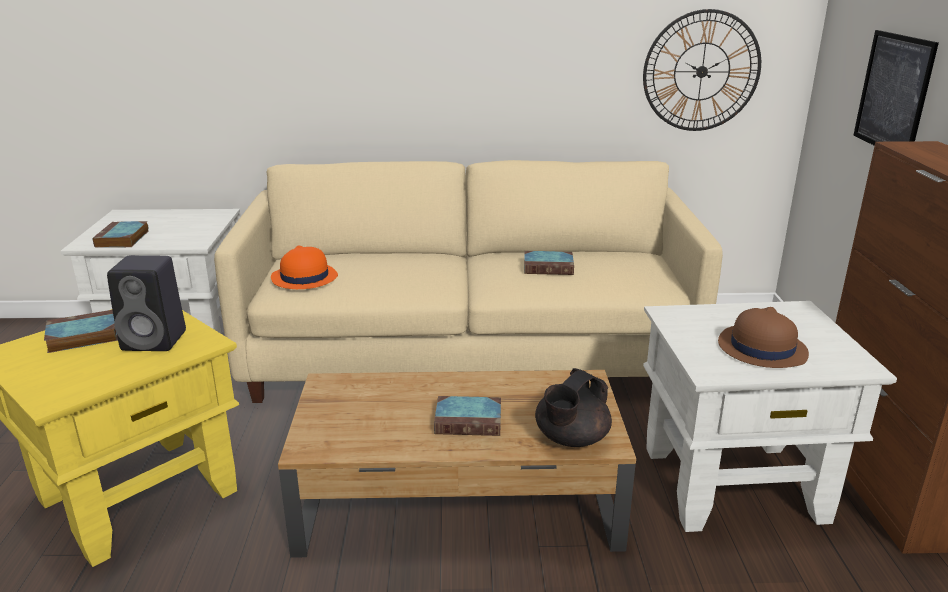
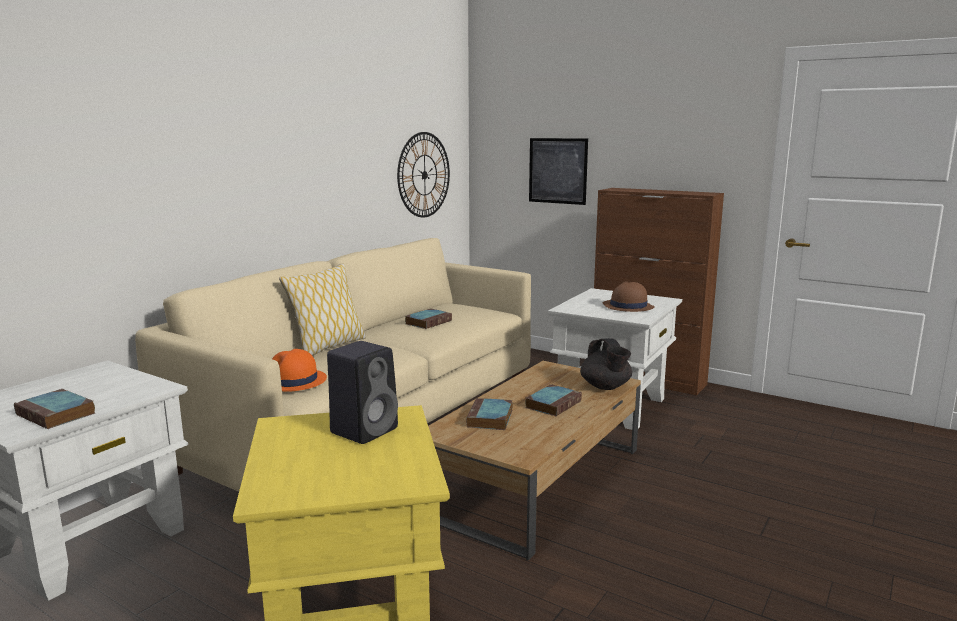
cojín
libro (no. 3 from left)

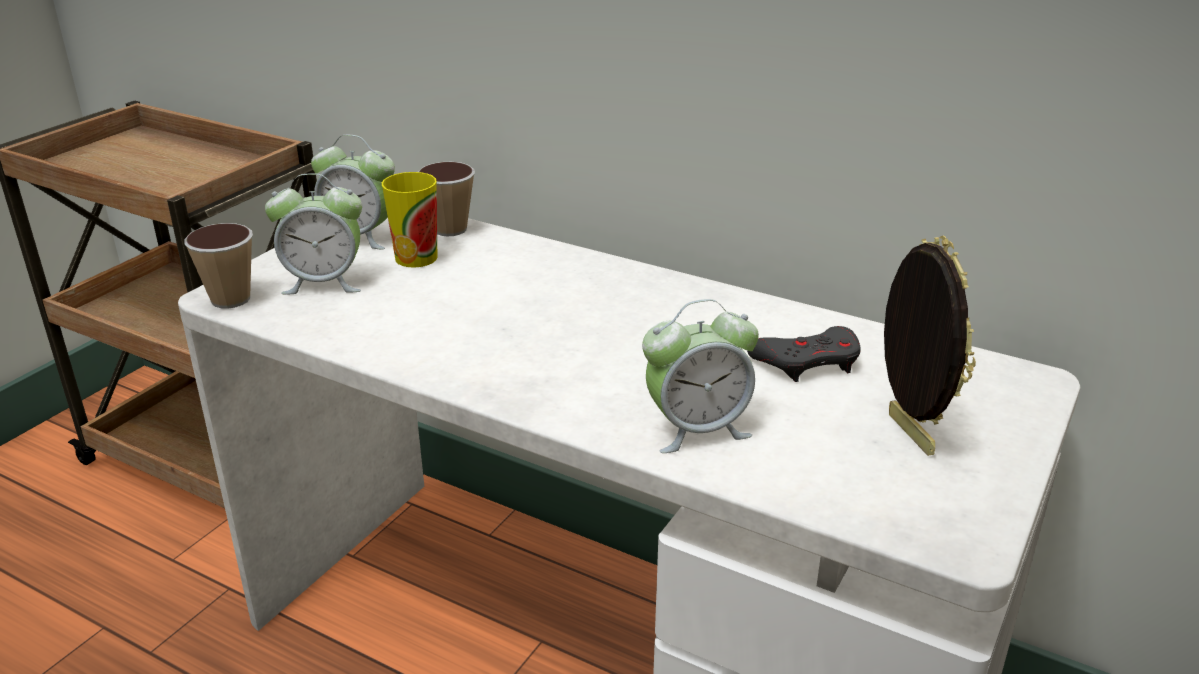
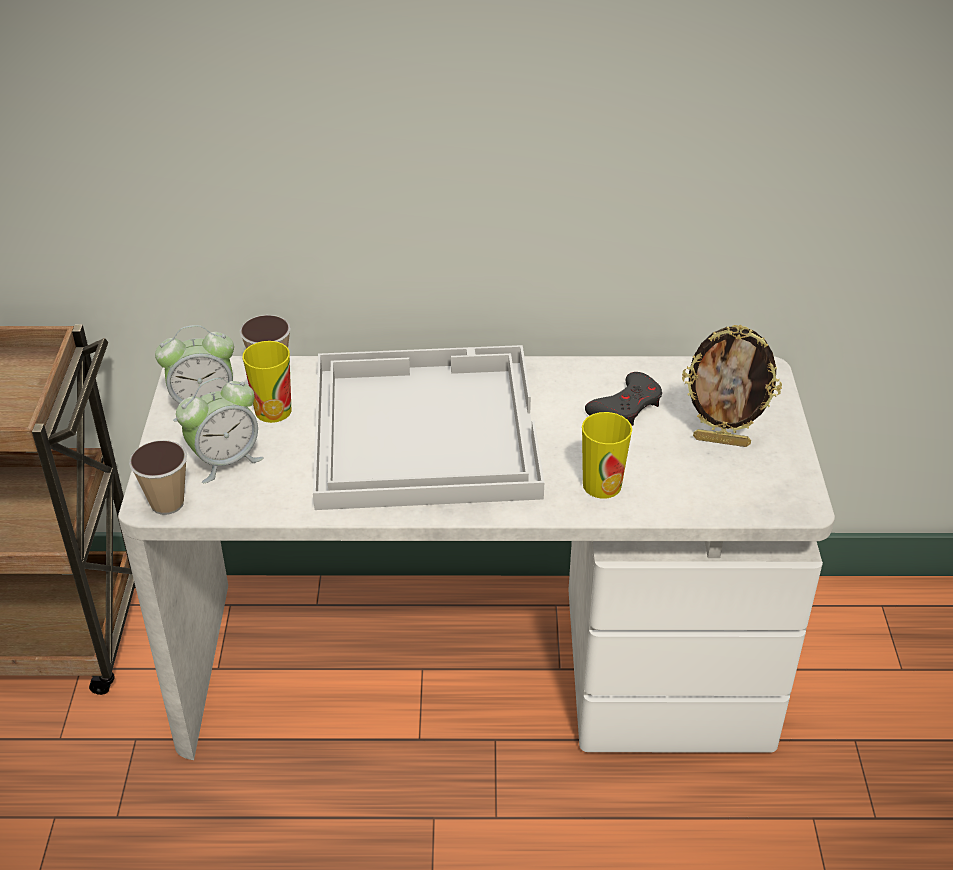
bandeja (blanco)
taza (no. 4 from left)
portarretratos

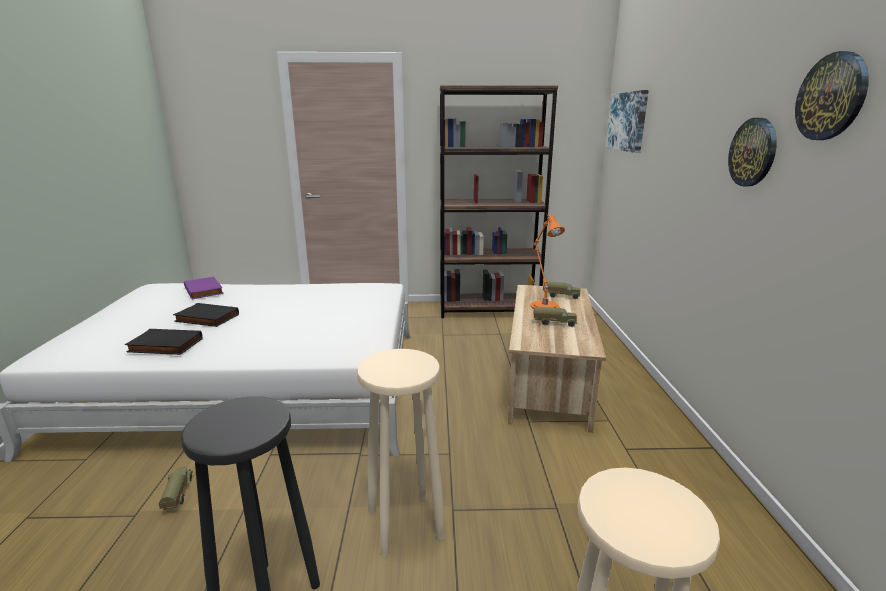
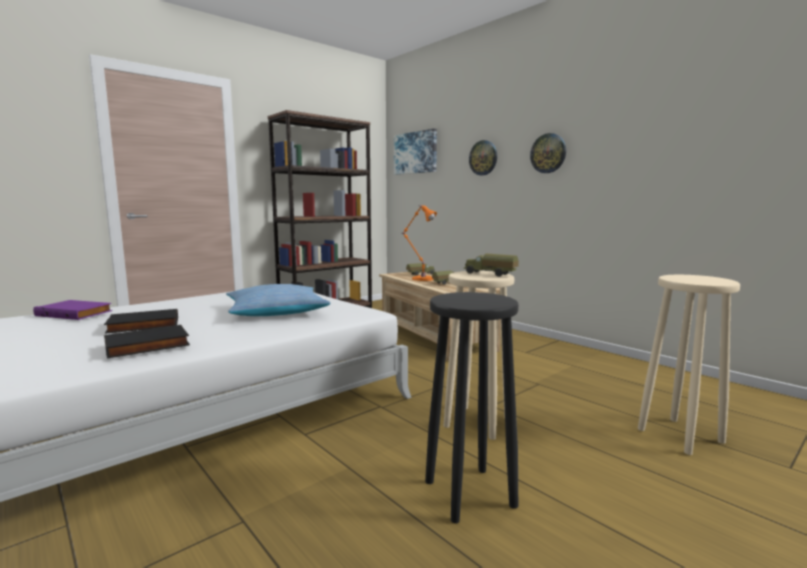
cojín
camión de juguete (no. 3 from left)
reloj de pared (no. 1 from left)

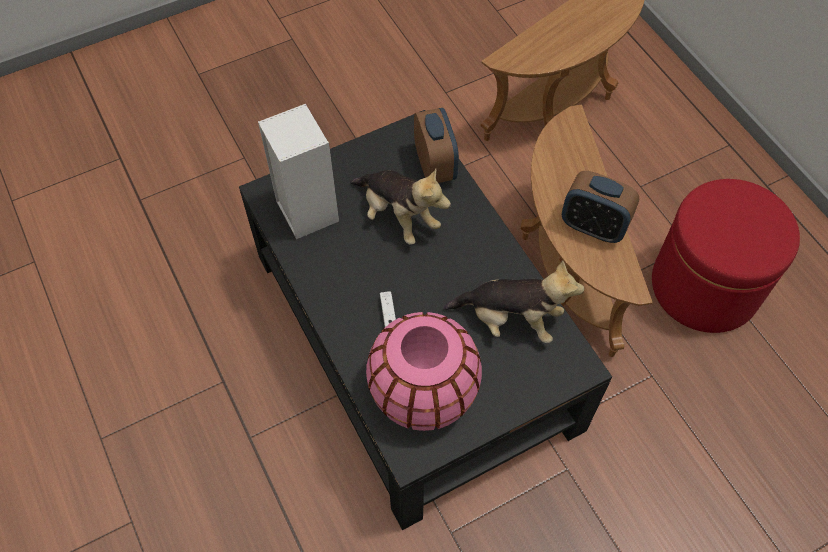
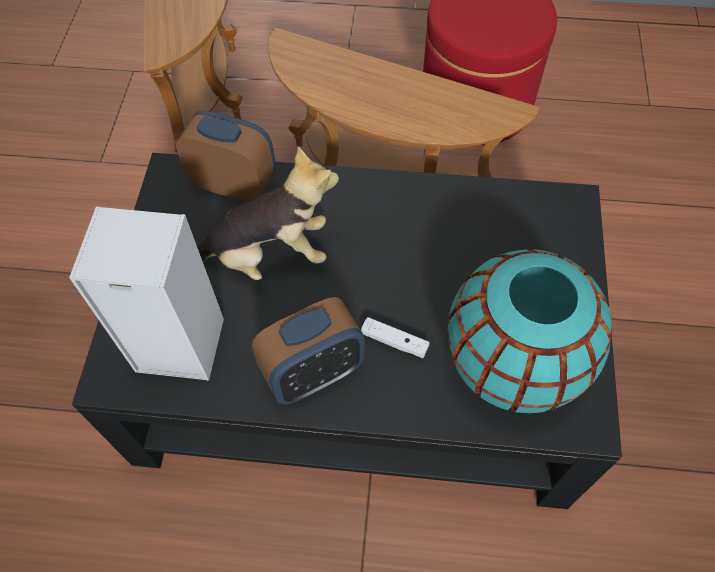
peluche (no. 2 from left in the first image)
despertador (no. 2 from left)
florero (turquesa)

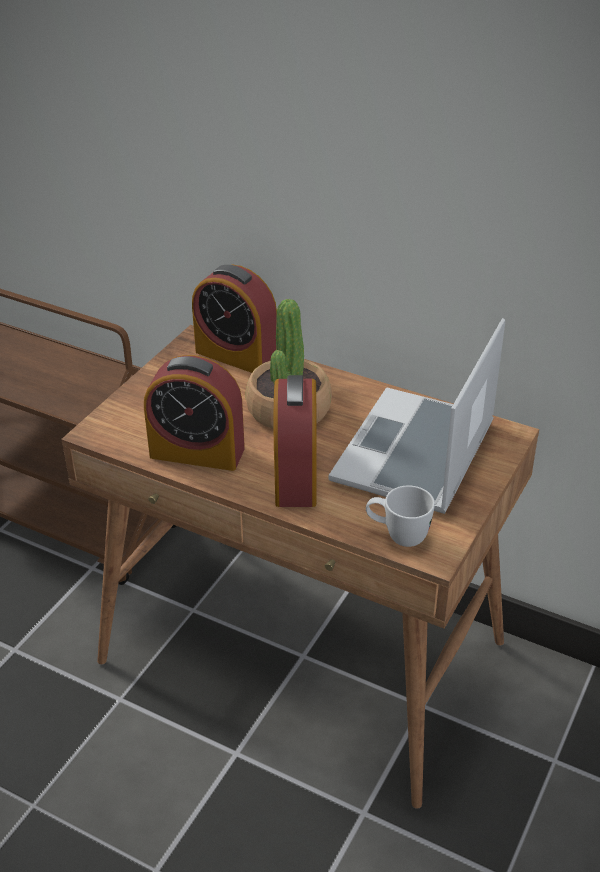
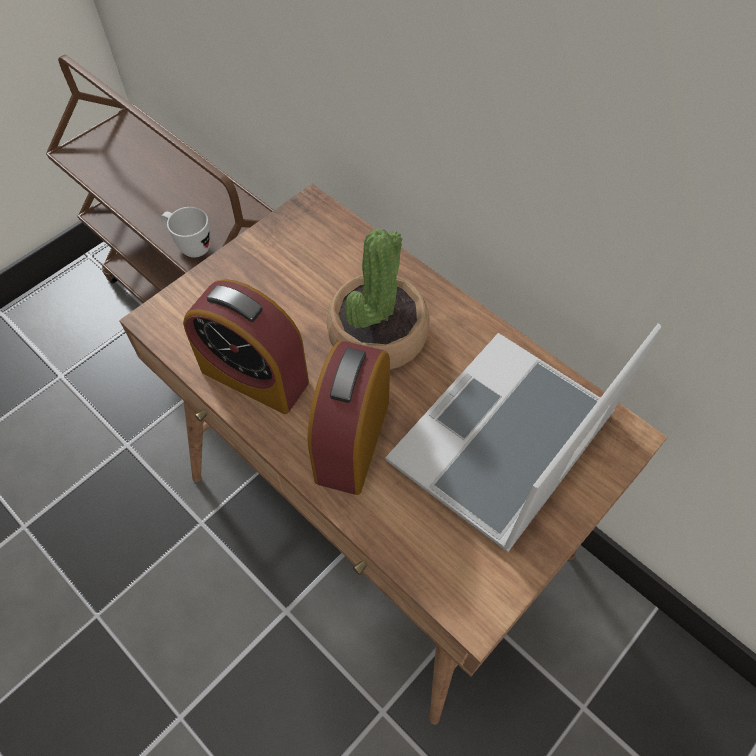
despertador (no. 2 from left in the first image)
taza grande (blanco)

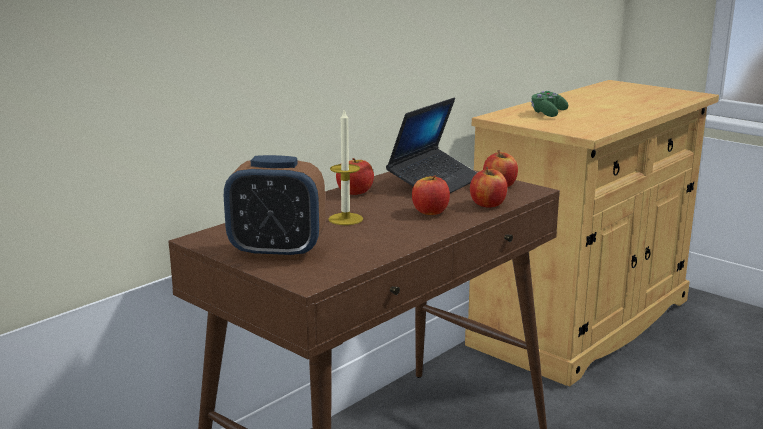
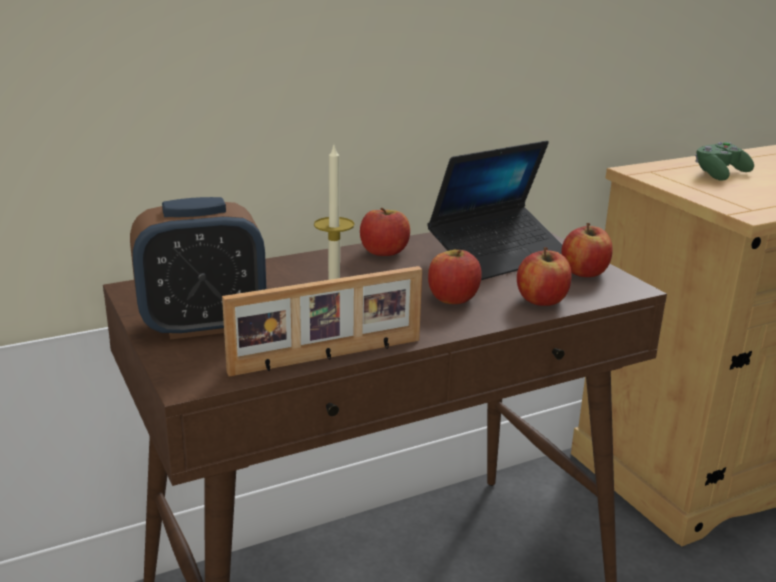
portarretratos
despertador

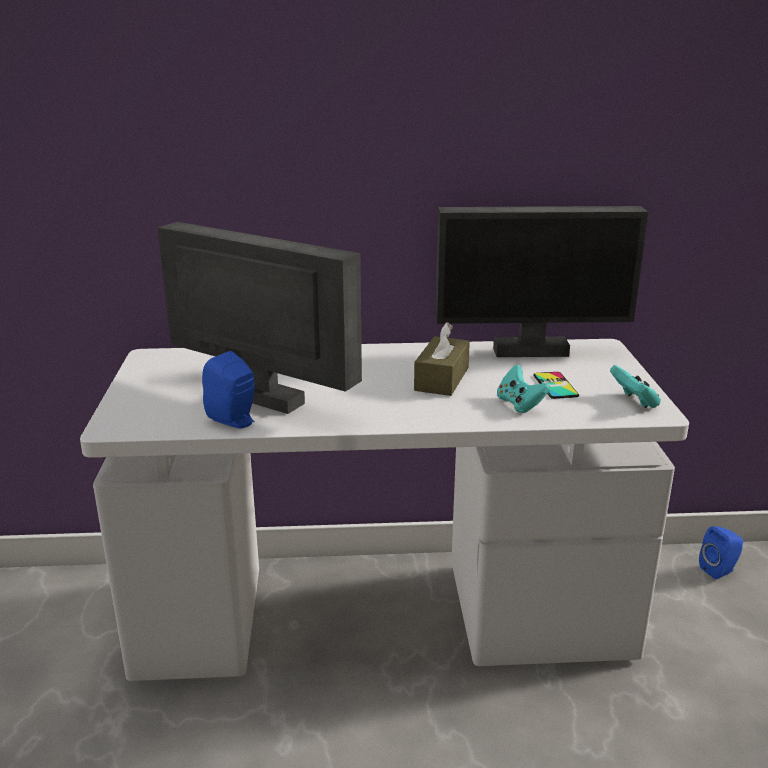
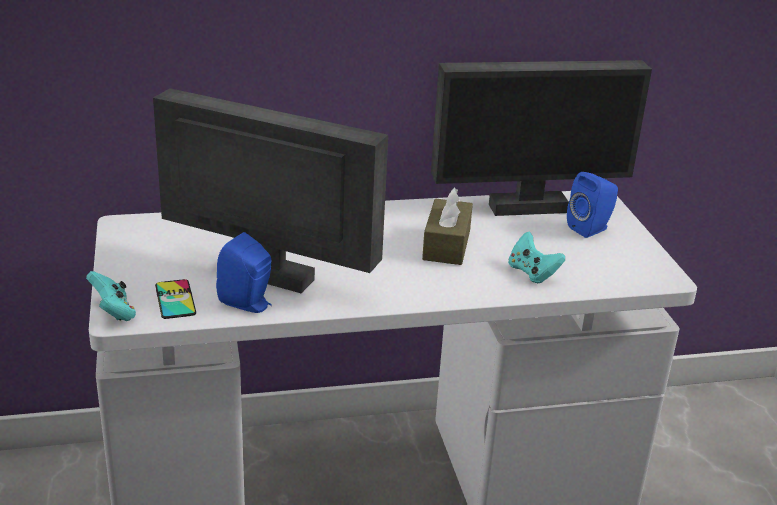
móvil
mando de consola (turquesa) (no. 1 from left)
altavoz (azul) (no. 2 from left)

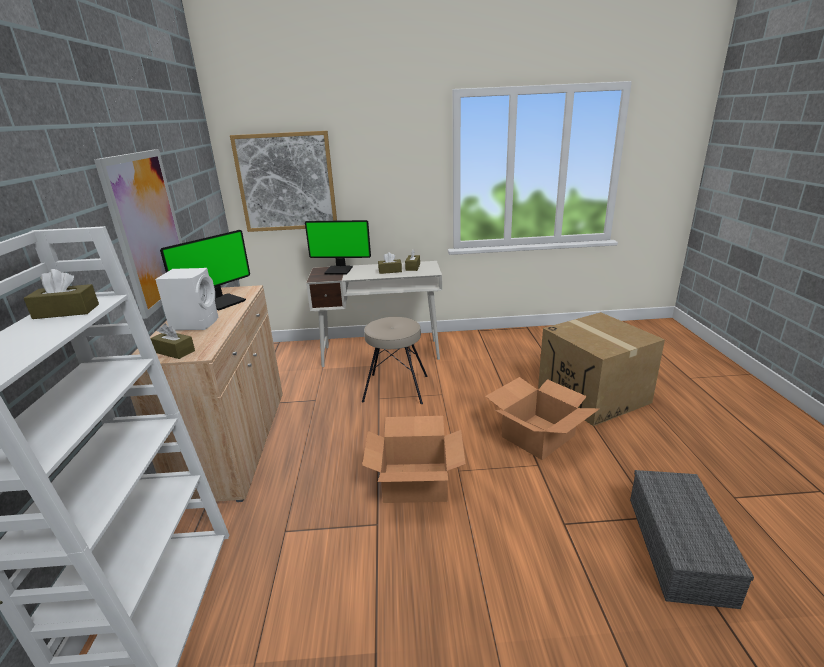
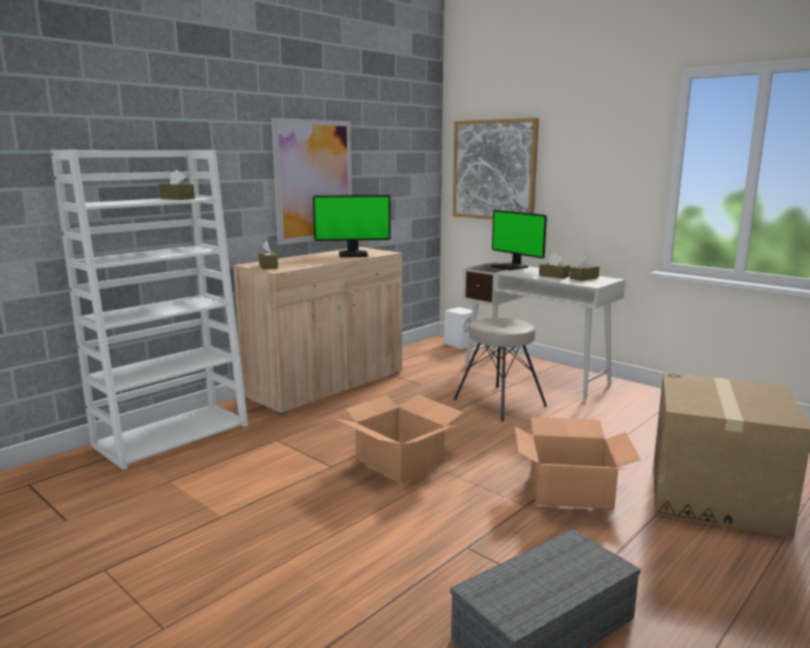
altavoz (blanco)

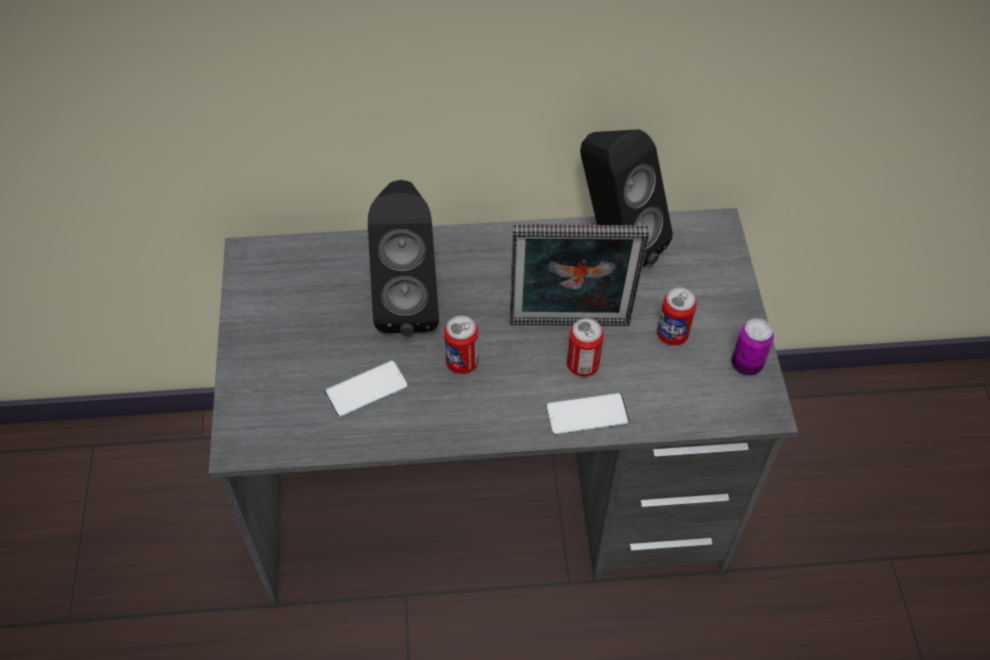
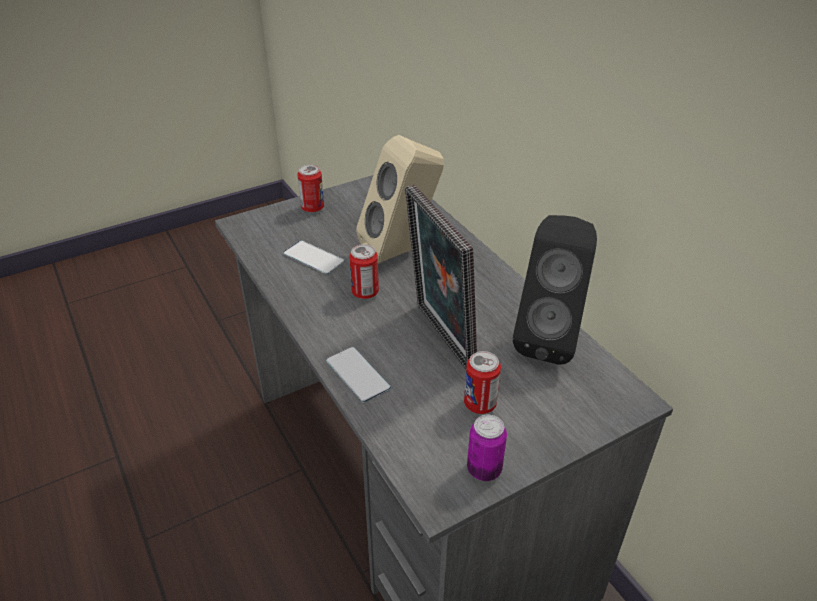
lata (no. 1 from left)
altavoz (beis)

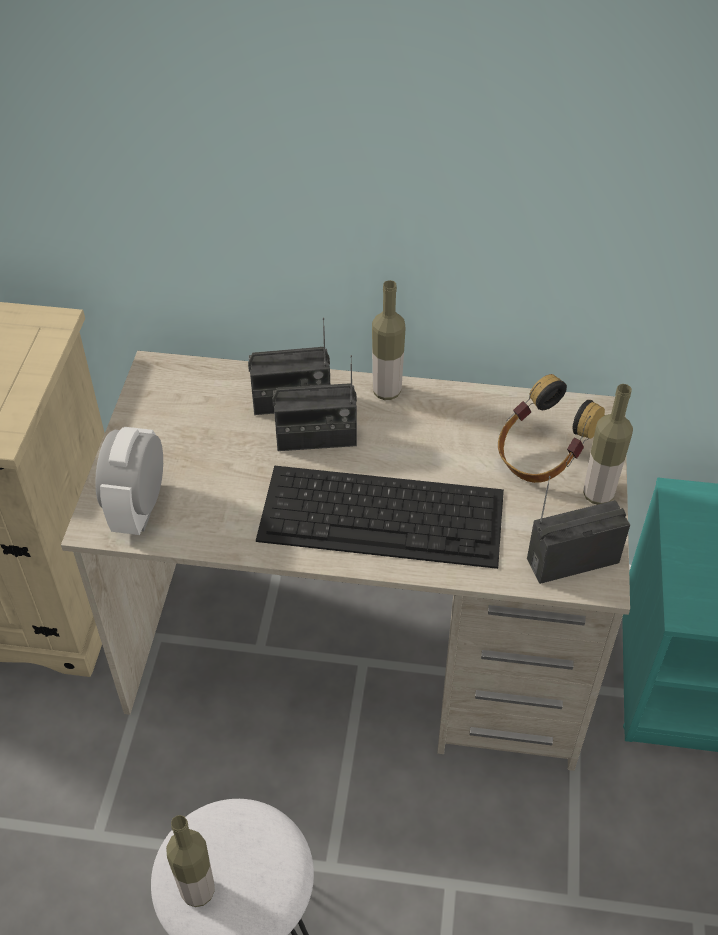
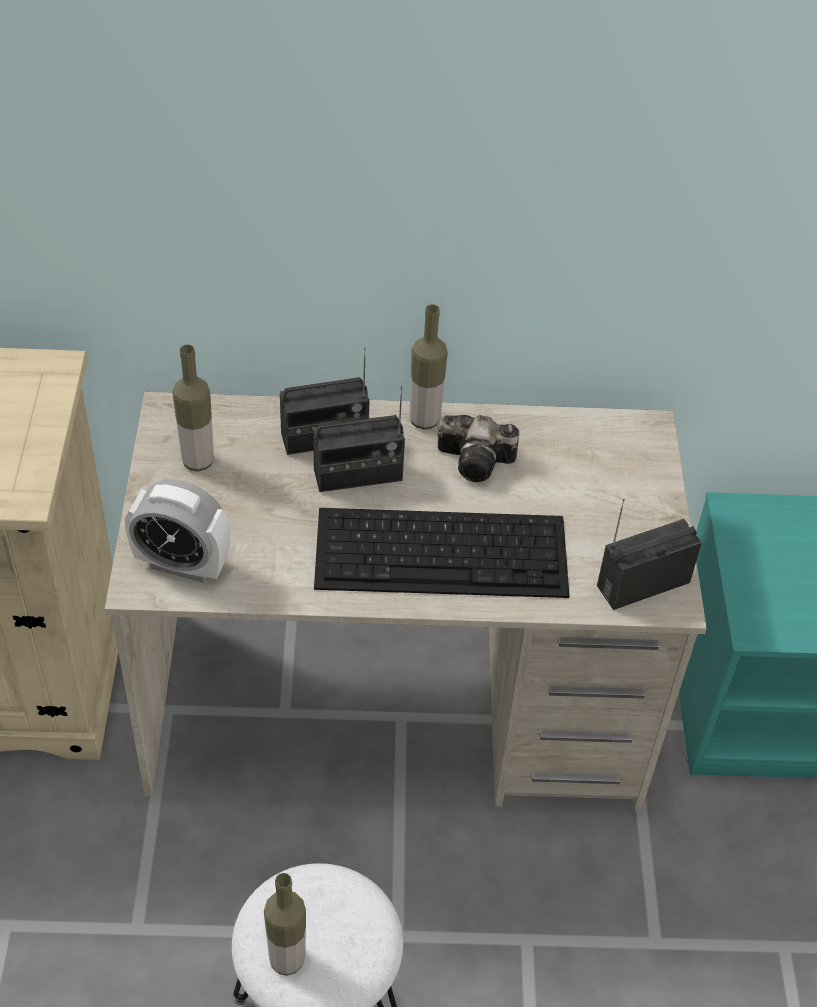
auriculares
cámara
botella (no. 1 from left)
despertador

